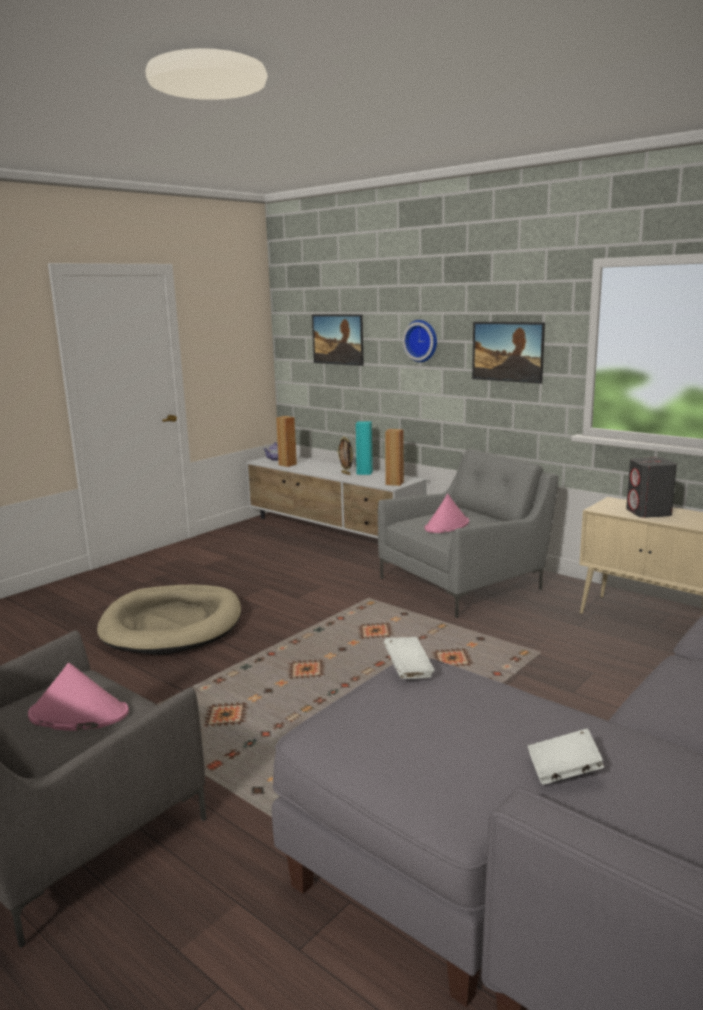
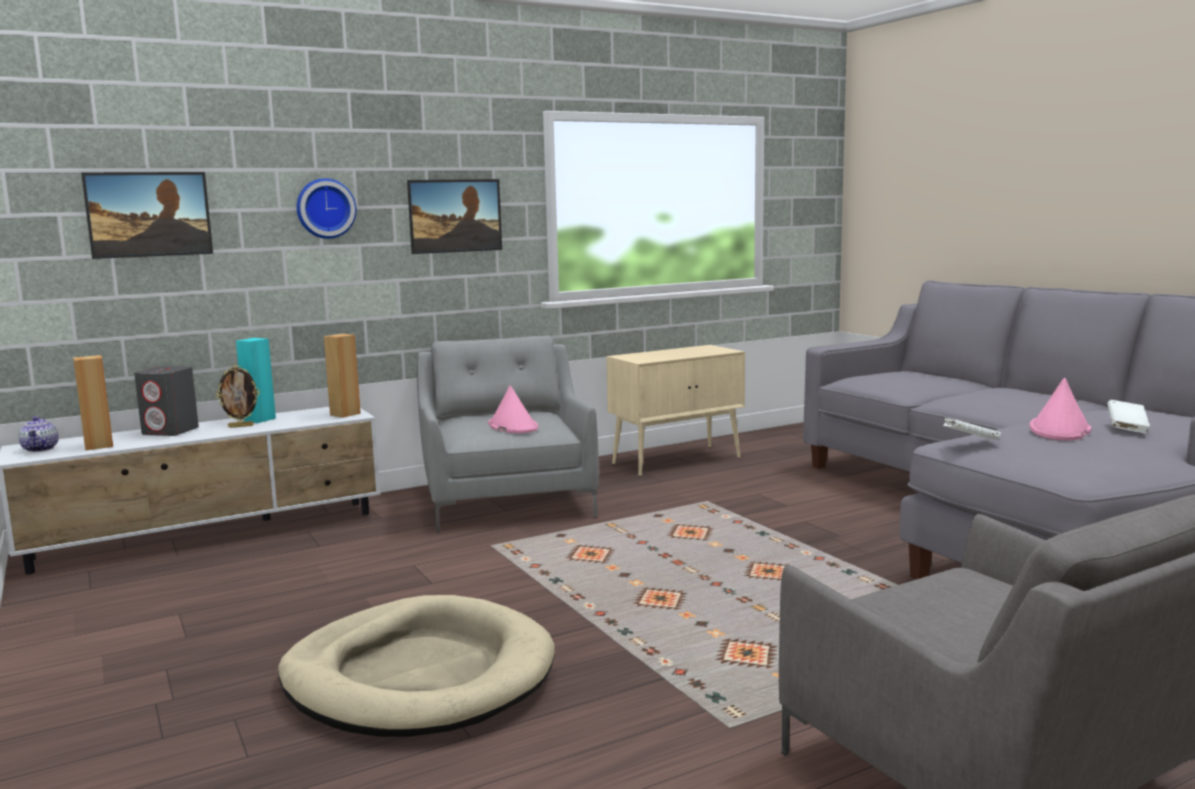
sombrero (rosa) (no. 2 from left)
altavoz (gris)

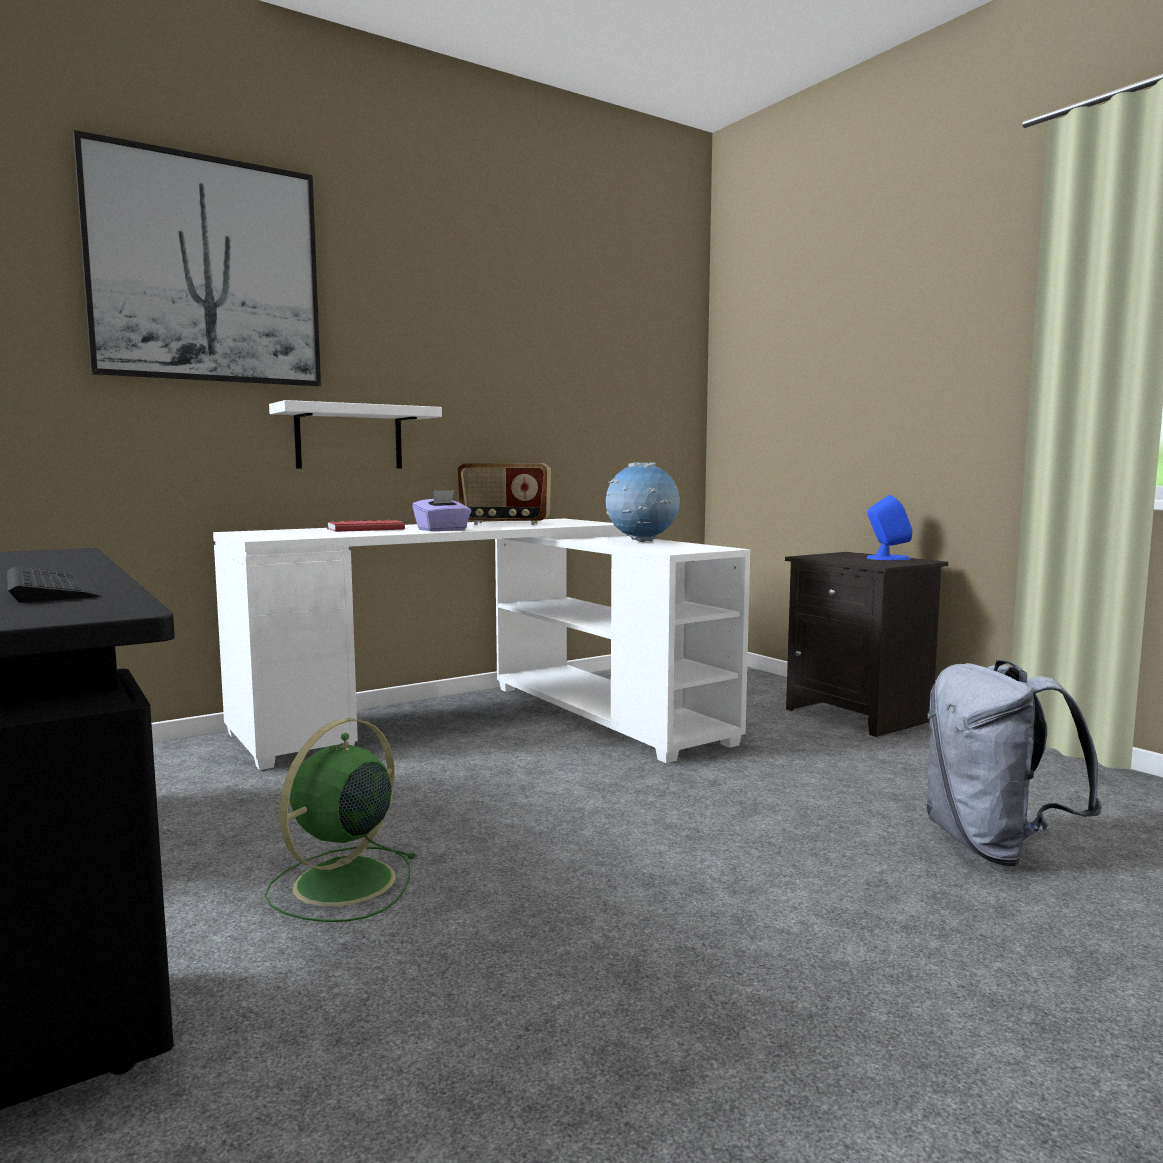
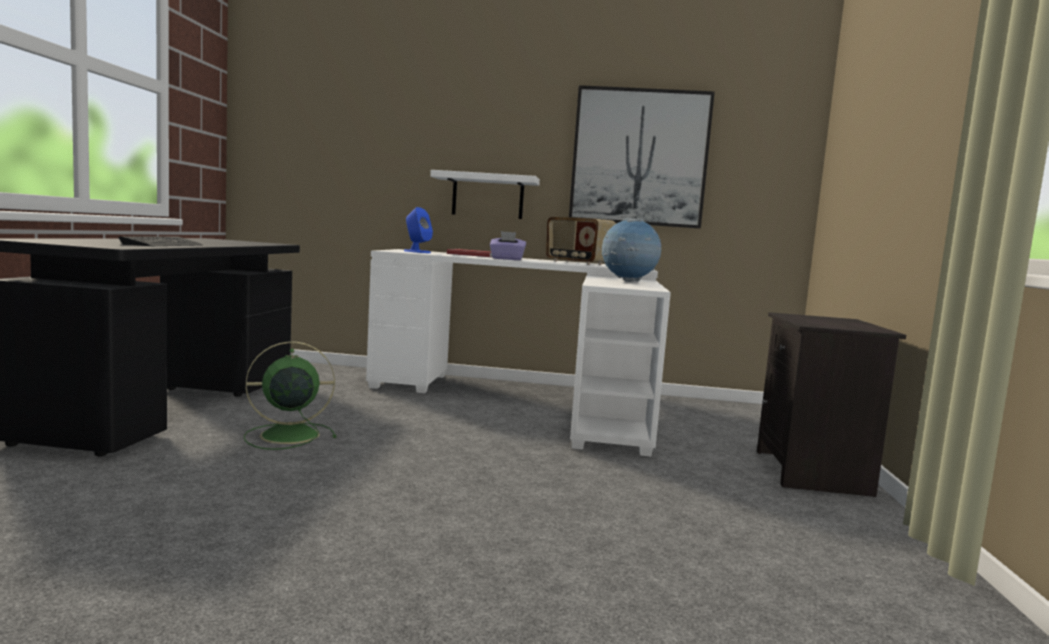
mochila (gris)
cuadro
altavoz (azul)

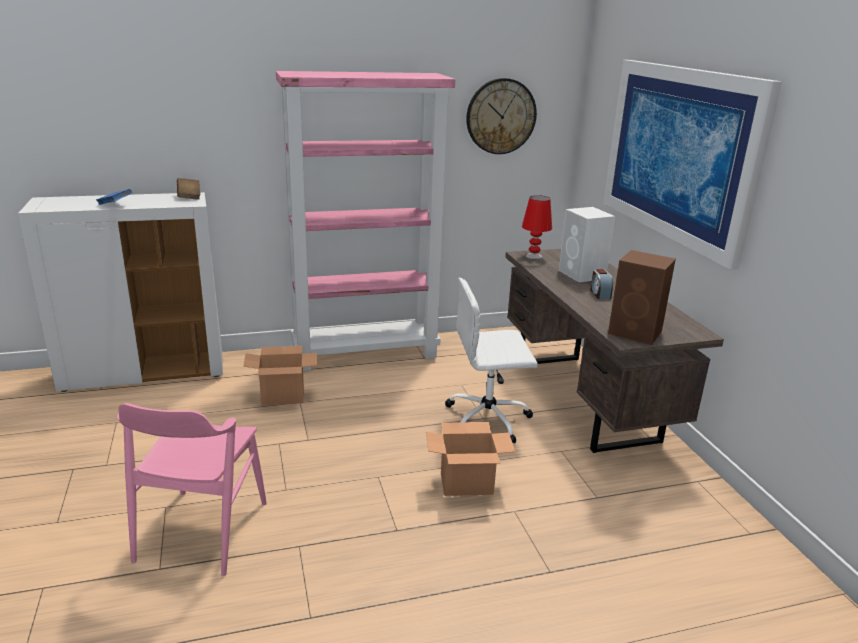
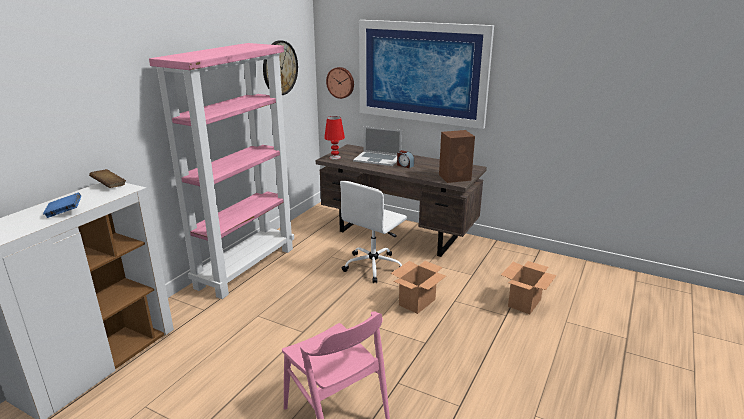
reloj de pared (no. 2 from left)
caja de cartón (no. 2 from left)
portátil

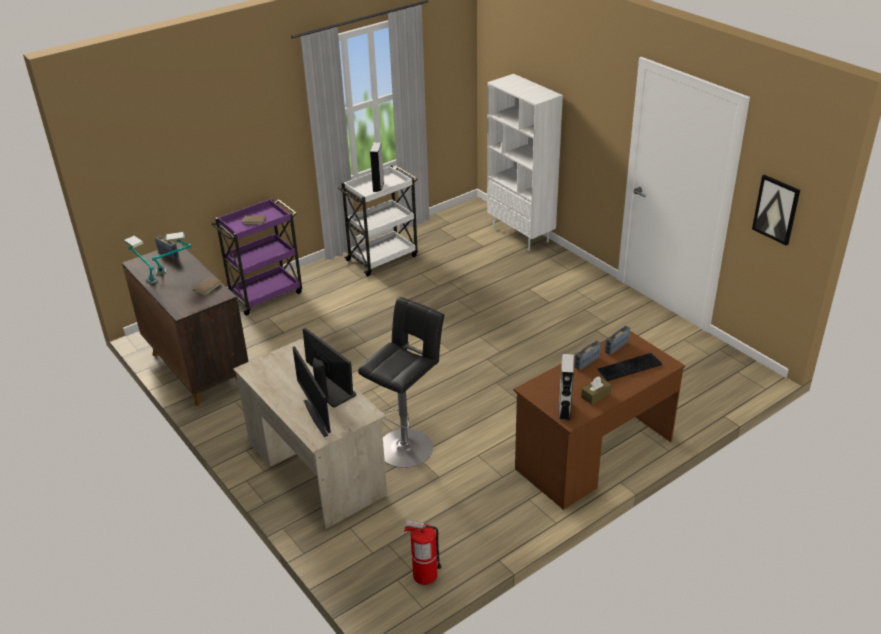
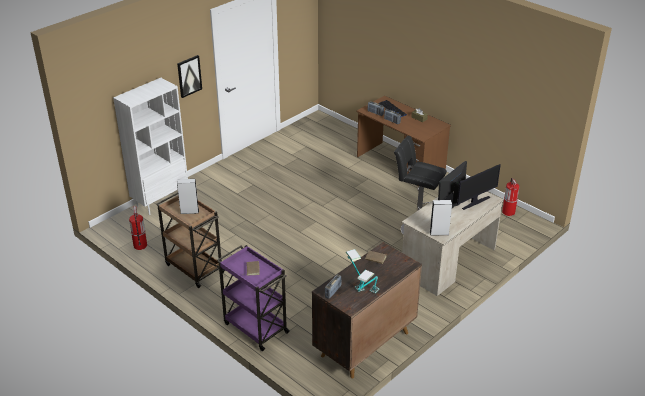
extintor (no. 1 from left)
altavoz (gris) (no. 2 from left)
cuadro
carrito (marrón)

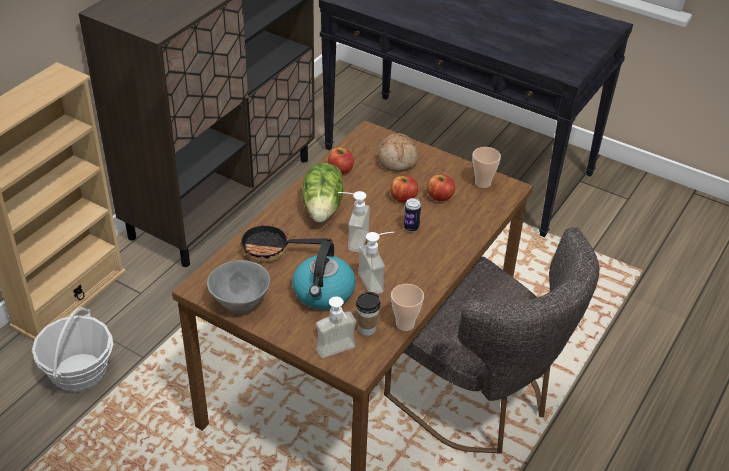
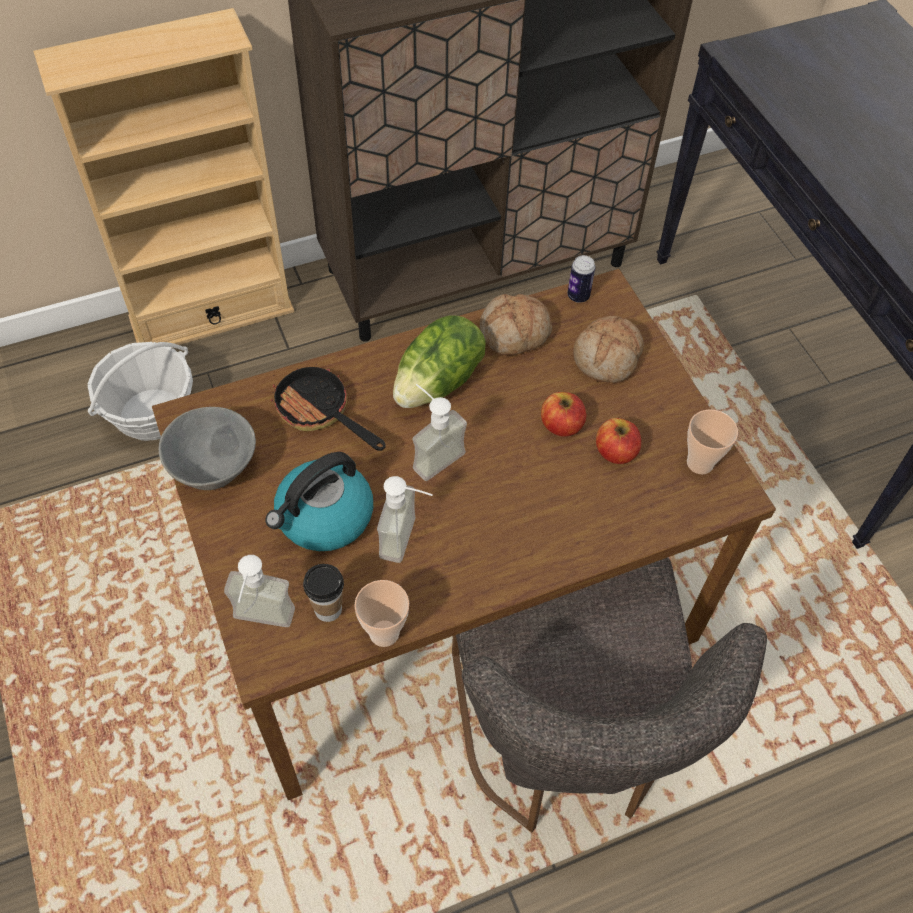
lata
pan (no. 1 from left)

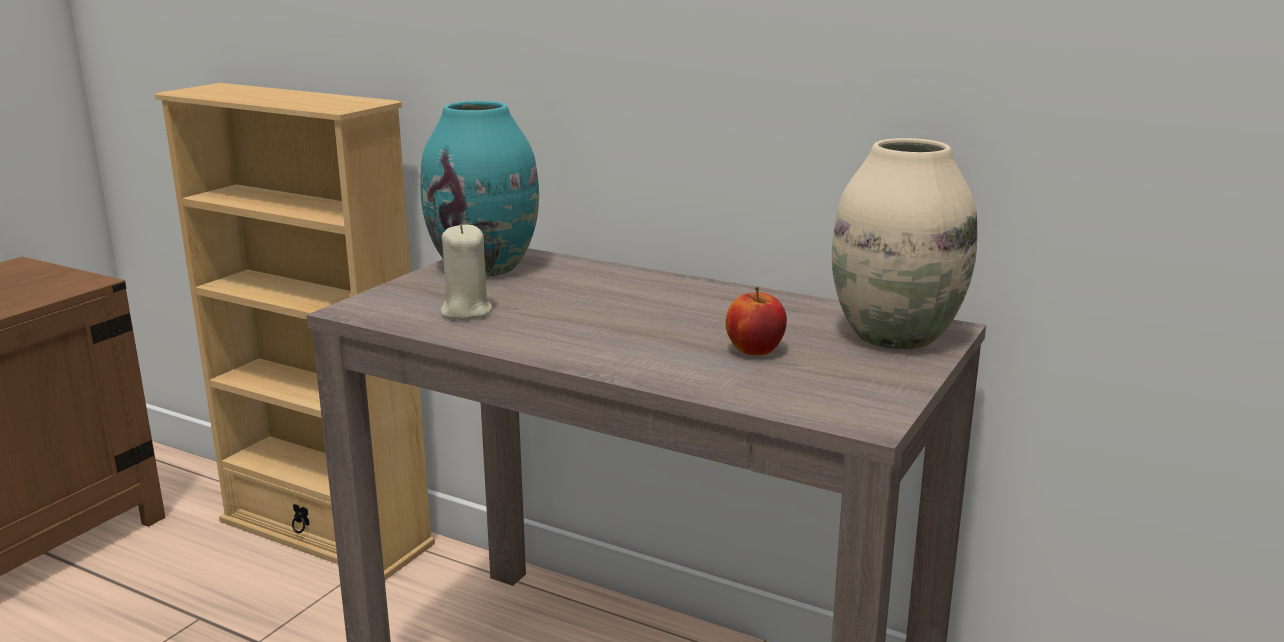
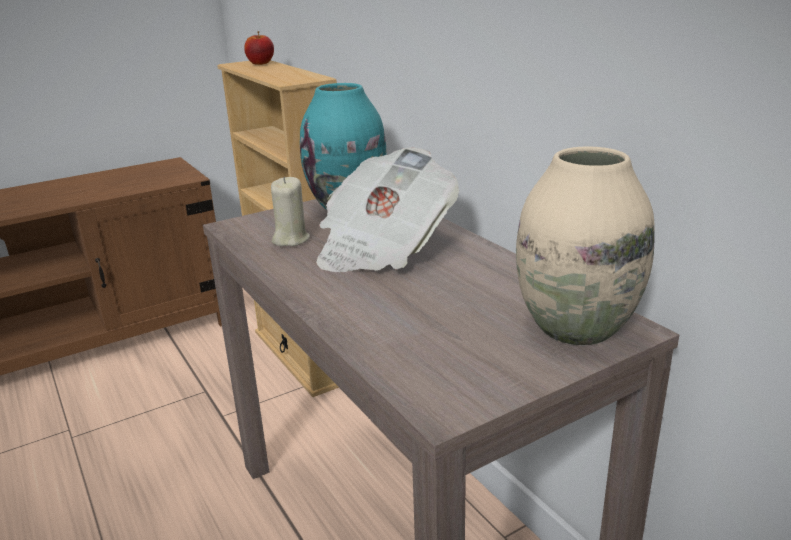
periódico
manzana

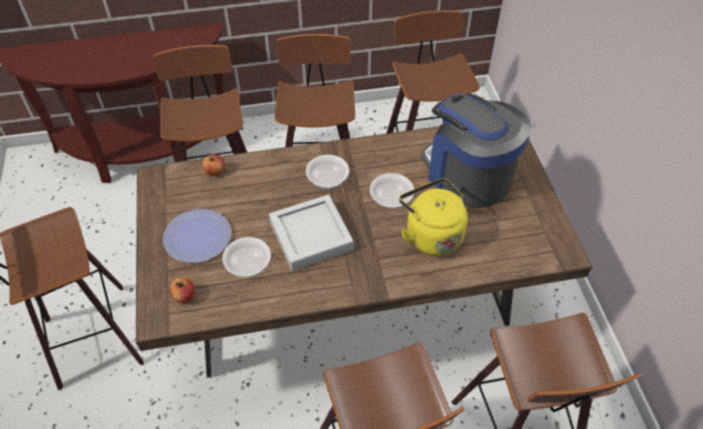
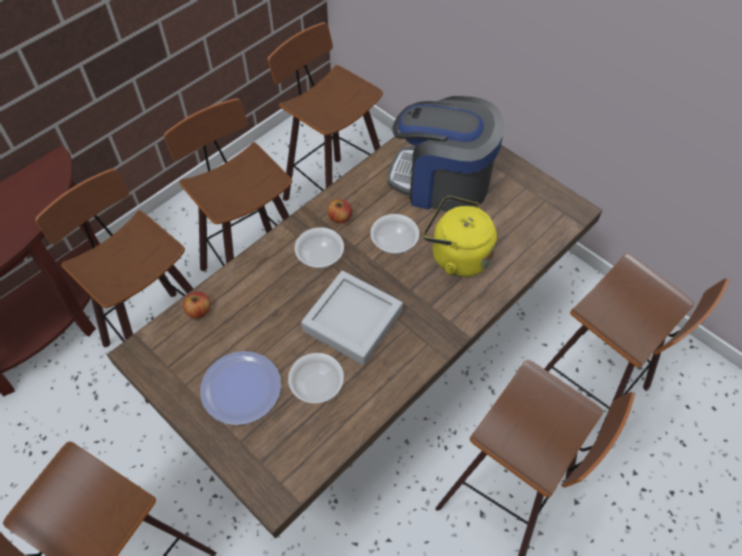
manzana (no. 2 from left)

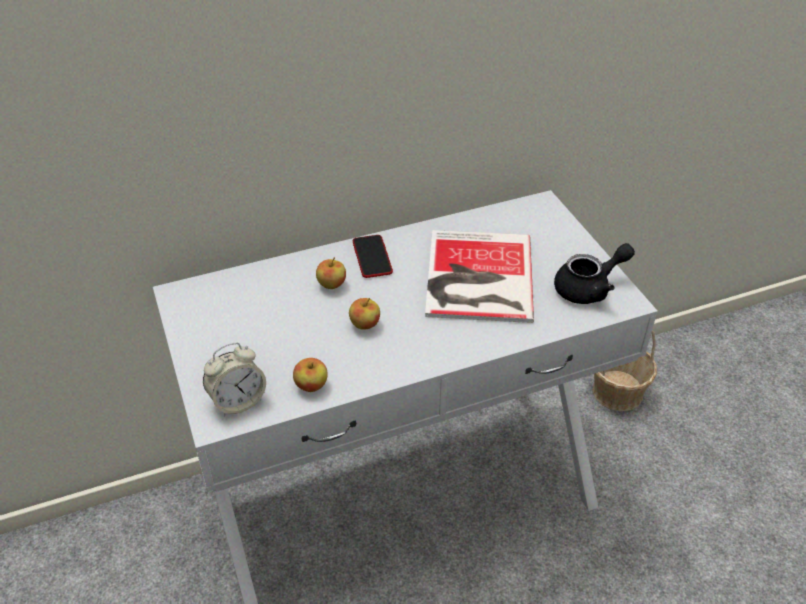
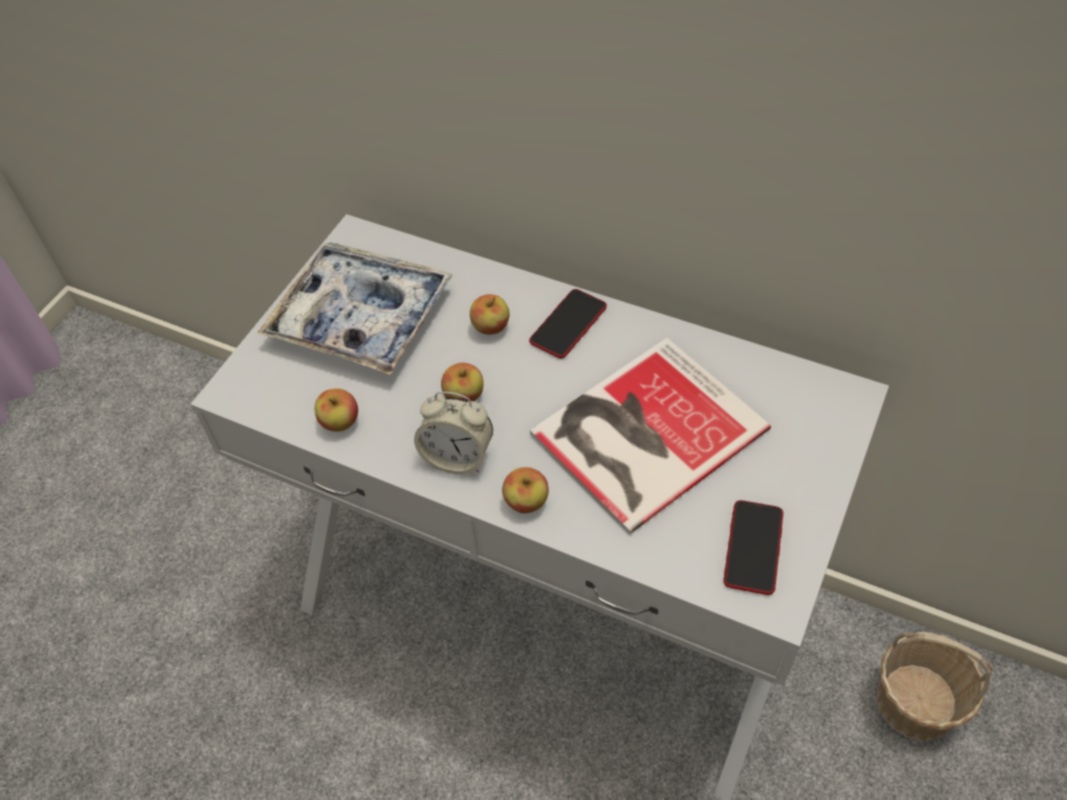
bandeja
manzana (no. 4 from left)
despertador
móvil (no. 2 from left)

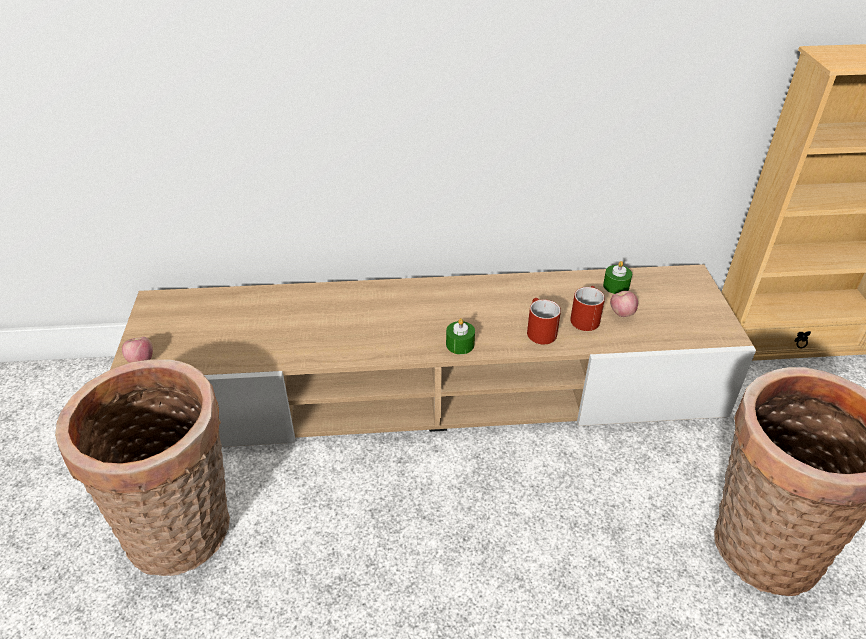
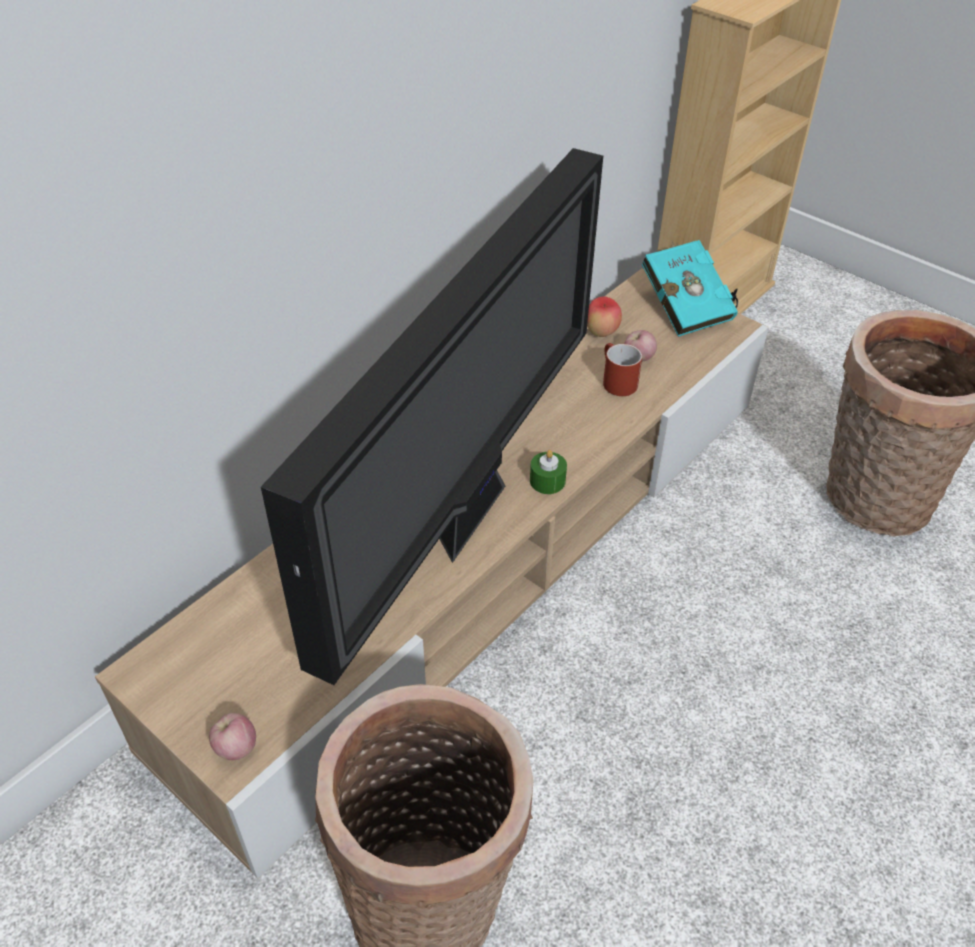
taza grande (rojo) (no. 1 from left in the first image)
televisor
libro (turquesa)
manzana (no. 2 from left)

